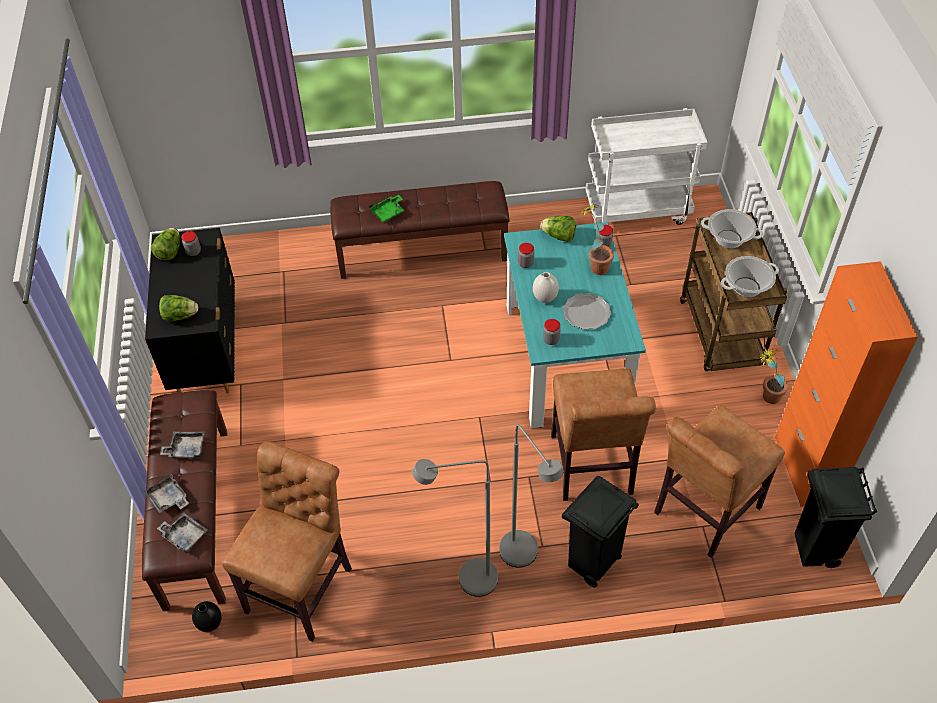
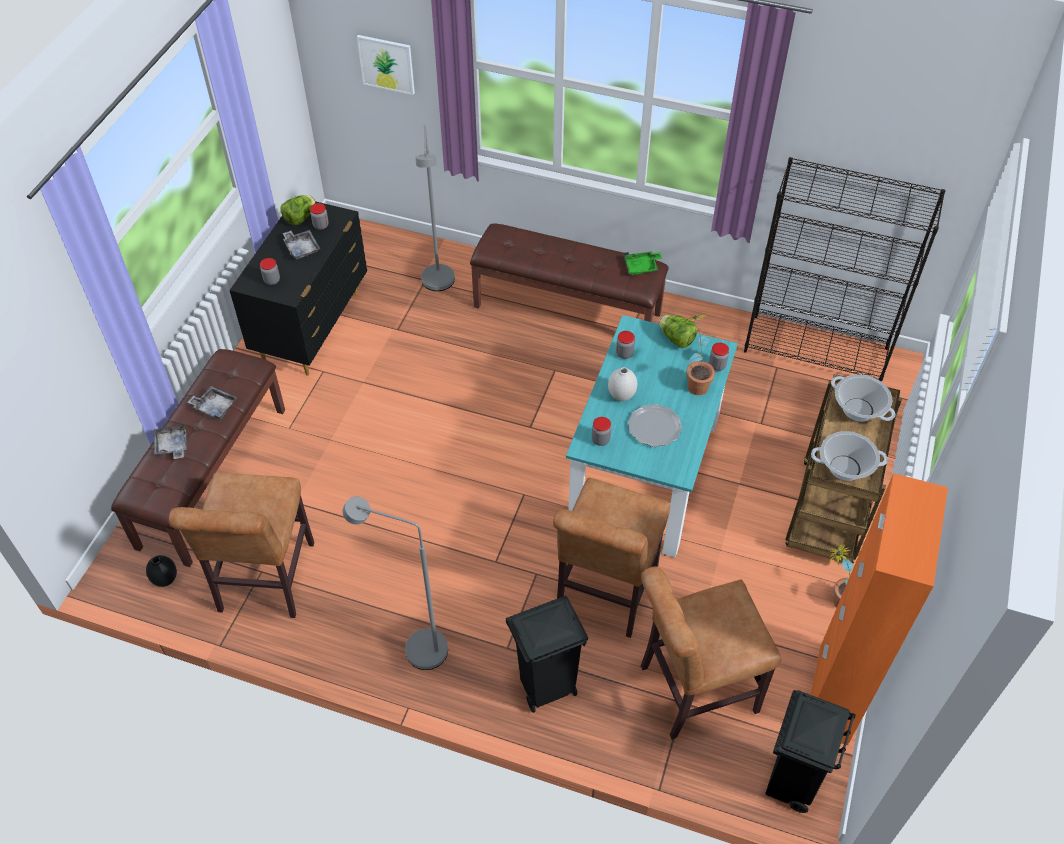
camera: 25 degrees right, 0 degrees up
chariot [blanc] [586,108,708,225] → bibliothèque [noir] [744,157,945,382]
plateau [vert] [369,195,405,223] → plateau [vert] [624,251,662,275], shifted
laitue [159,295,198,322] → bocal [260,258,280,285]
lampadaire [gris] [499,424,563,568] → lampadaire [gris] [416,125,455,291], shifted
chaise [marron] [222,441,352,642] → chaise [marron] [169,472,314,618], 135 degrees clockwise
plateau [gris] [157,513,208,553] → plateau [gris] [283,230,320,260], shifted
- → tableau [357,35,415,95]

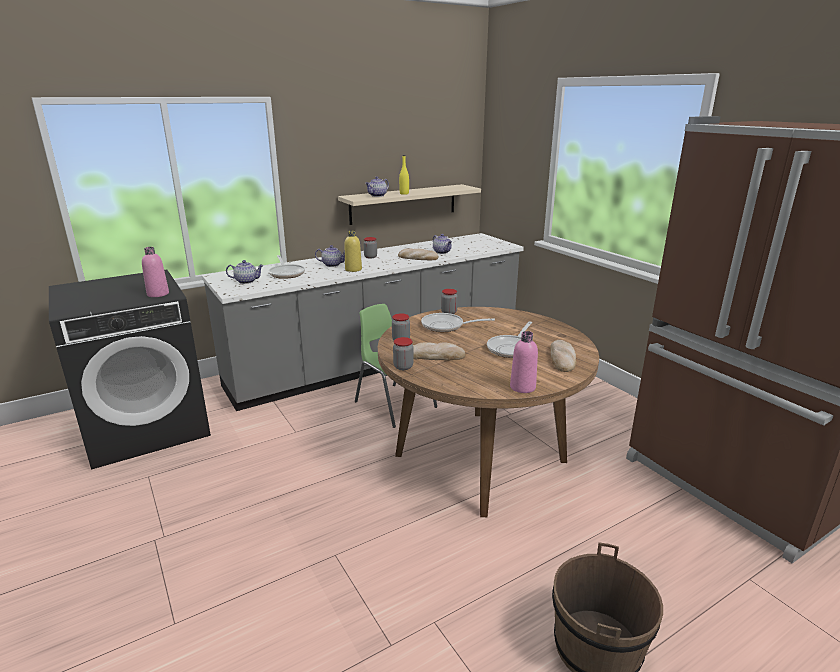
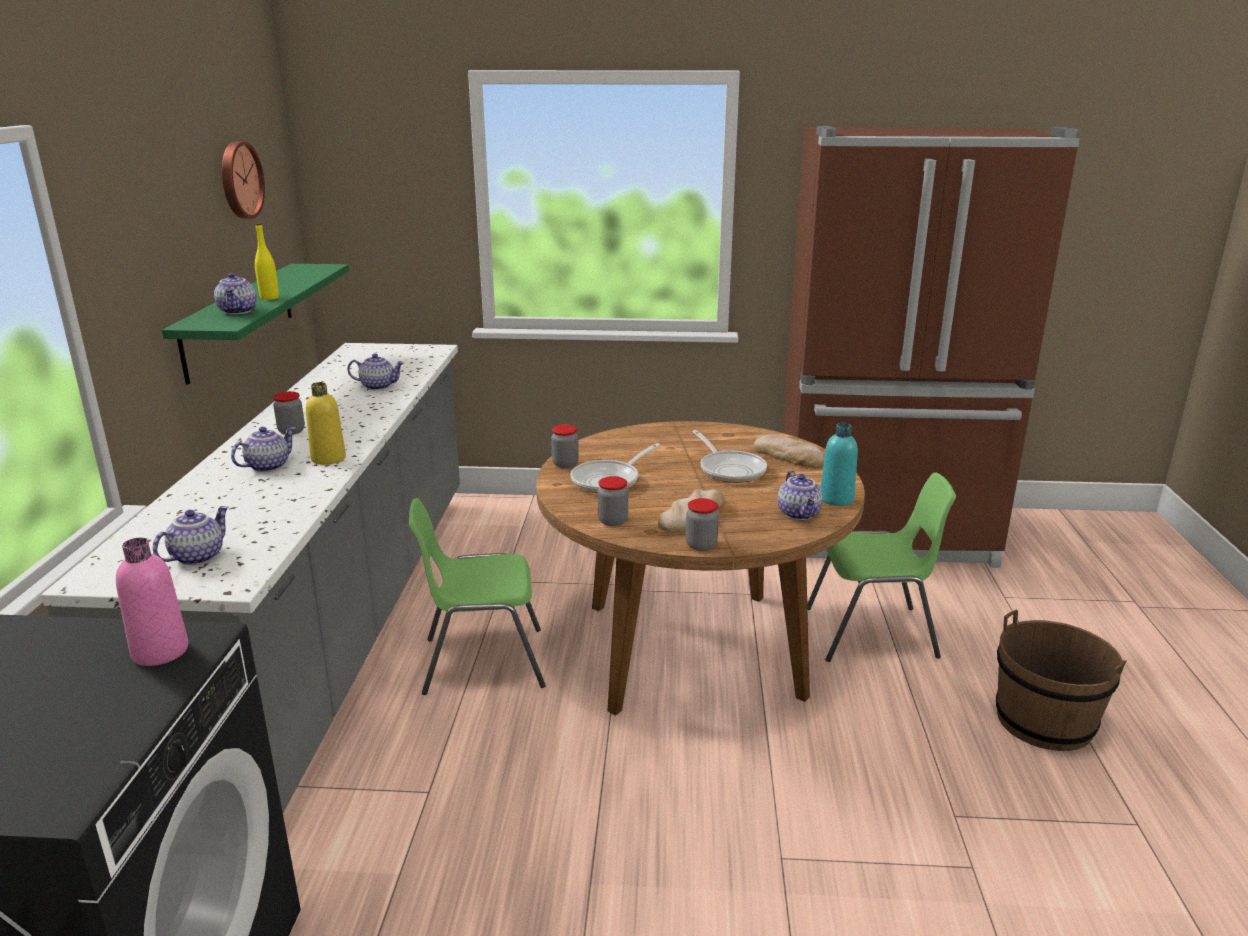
camera: 55 degrees left, 0 degrees up
étagère [beige] [338,184,481,225] → étagère [vert] [162,264,349,385]
pain [398,248,439,260] → -
poêle [269,255,305,279] → -
bouteille [rose] [510,331,538,393] → bouteille [turquoise] [820,423,858,506]
- → horloge murale [222,141,265,219]
- → théière [778,471,823,520]
- → chaise [vert] [807,472,956,662]

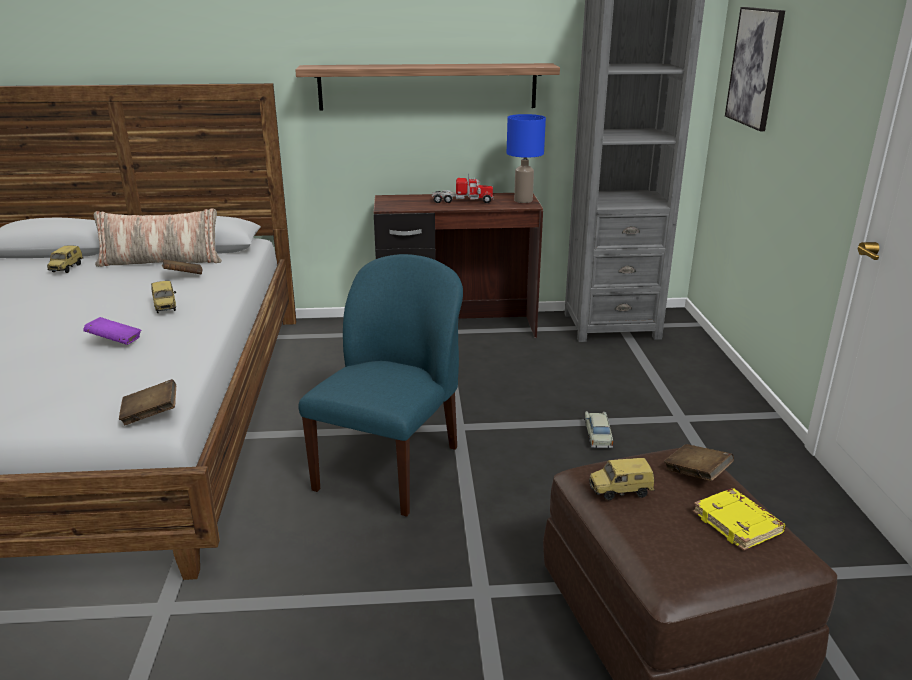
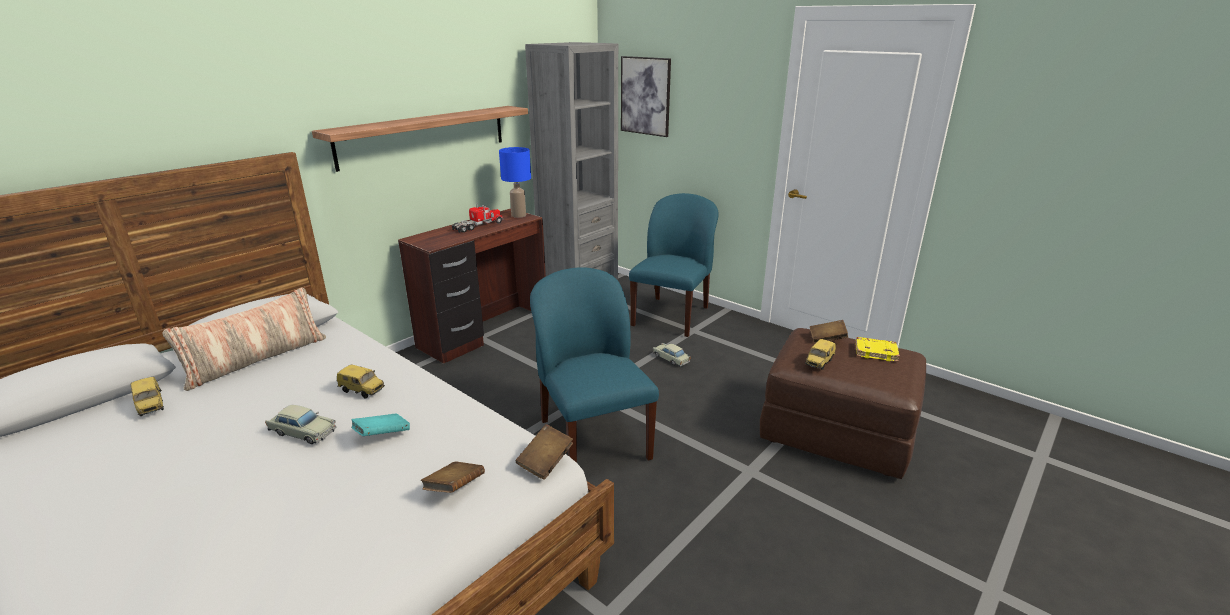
camera: 45 degrees left, 0 degrees up
livre [marron] [162,259,203,274] → livre [marron] [421,462,485,493], shifted
livre [violet] [83,317,141,345] → livre [turquoise] [351,414,410,436]
- → chaise [bleu] [629,193,718,337]
- → petite voiture [beige] [265,405,336,444]

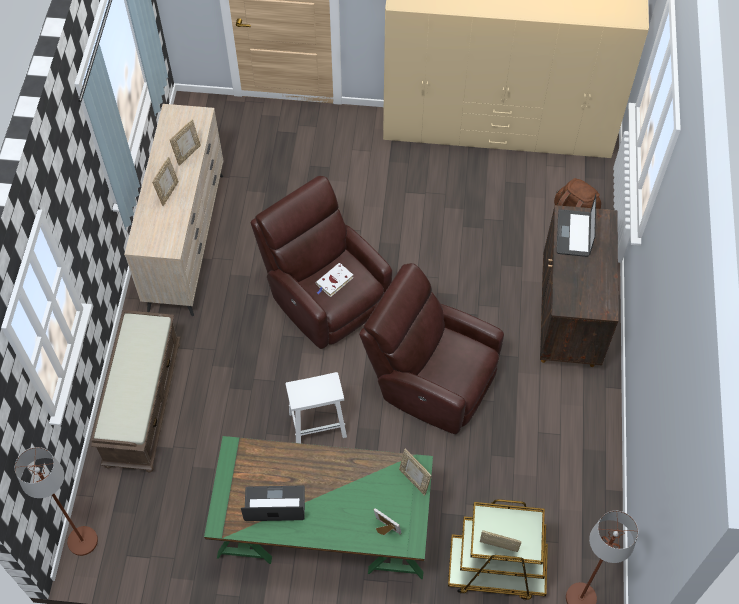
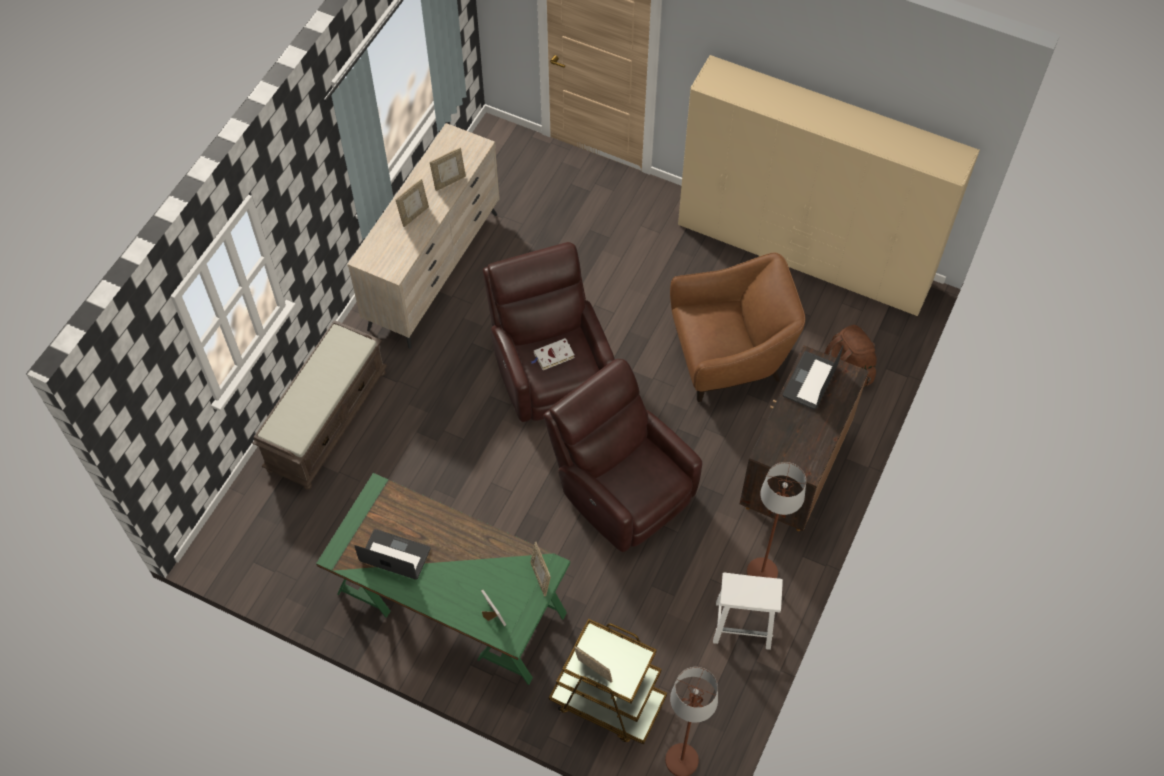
camera: 20 degrees right, 0 degrees up
tabouret [blanc] [285,372,347,443] → tabouret [blanc] [713,573,783,650], shifted
lampadaire [marron] [15,447,98,556] → lampadaire [marron] [747,462,806,578], shifted
- → fauteuil [marron] [670,253,805,402]

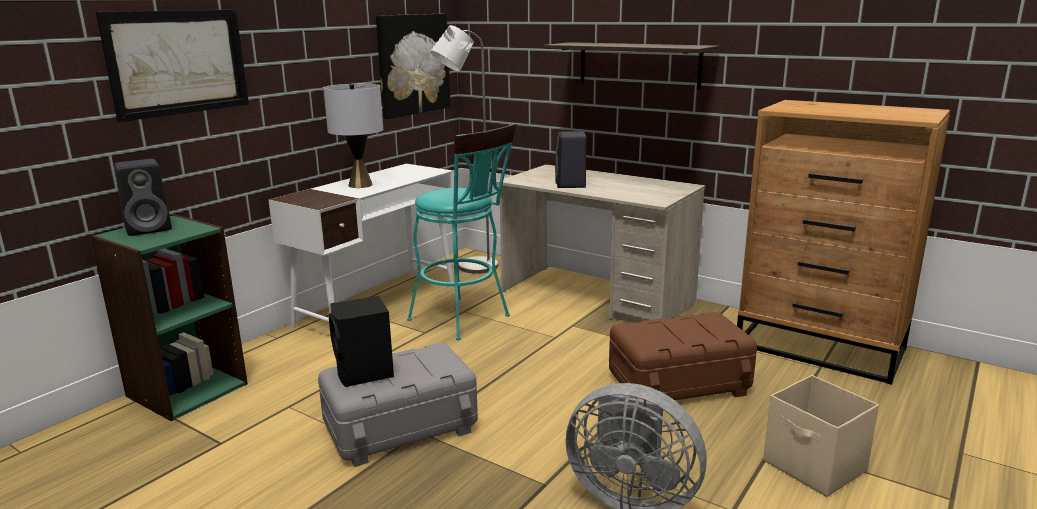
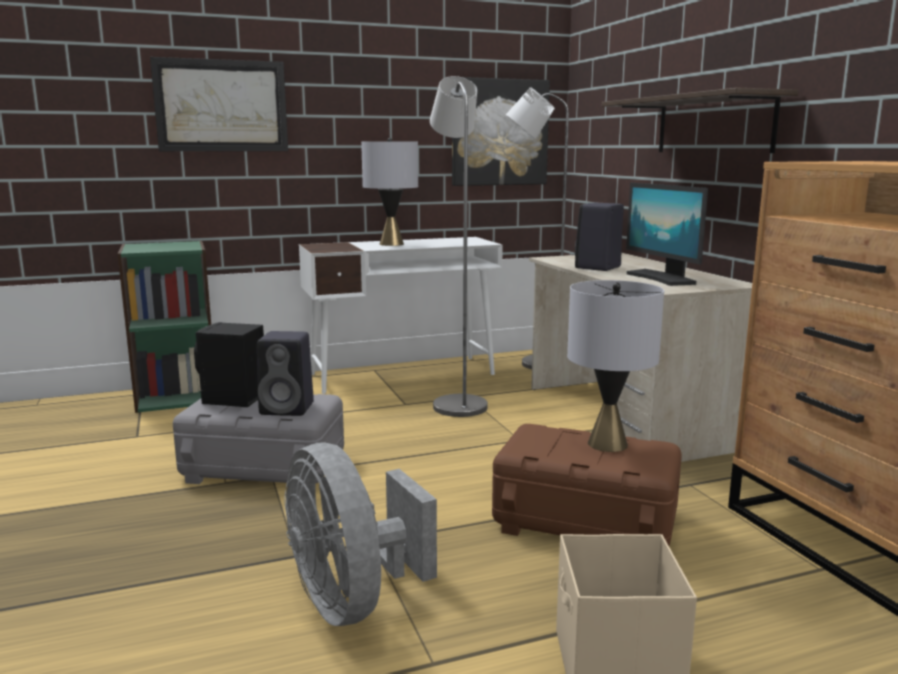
camera: 35 degrees right, 5 degrees down
tabouret [turquoise] [407,124,516,340] → lampadaire [gris] [430,76,488,417]
enceinte [noir] [114,159,172,236] → enceinte [noir] [257,331,314,416], shifted
- → écran d'ordinateur [626,183,708,286]
- → lampe de table [gris] [567,280,664,452]

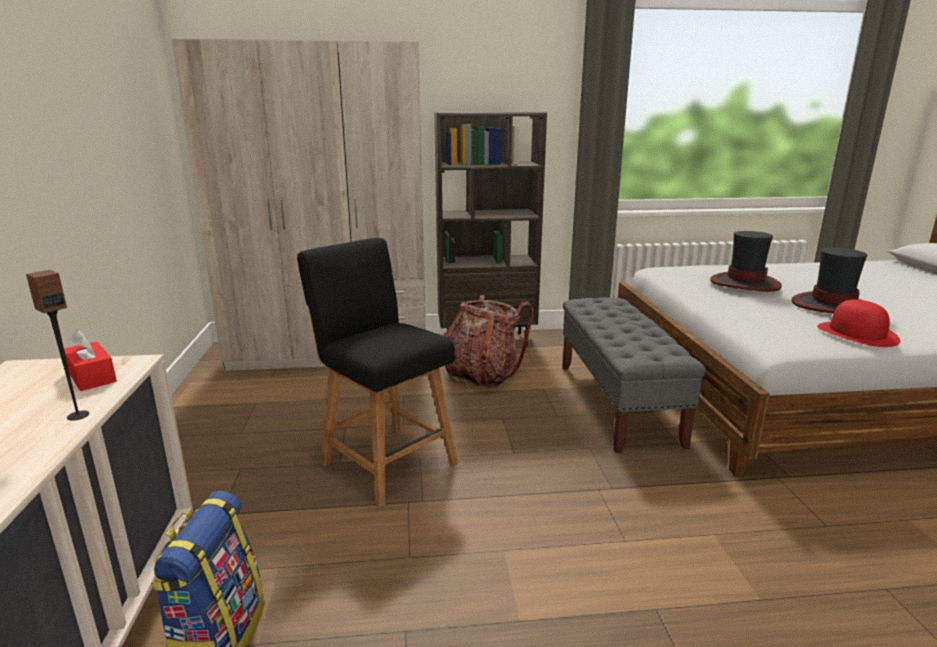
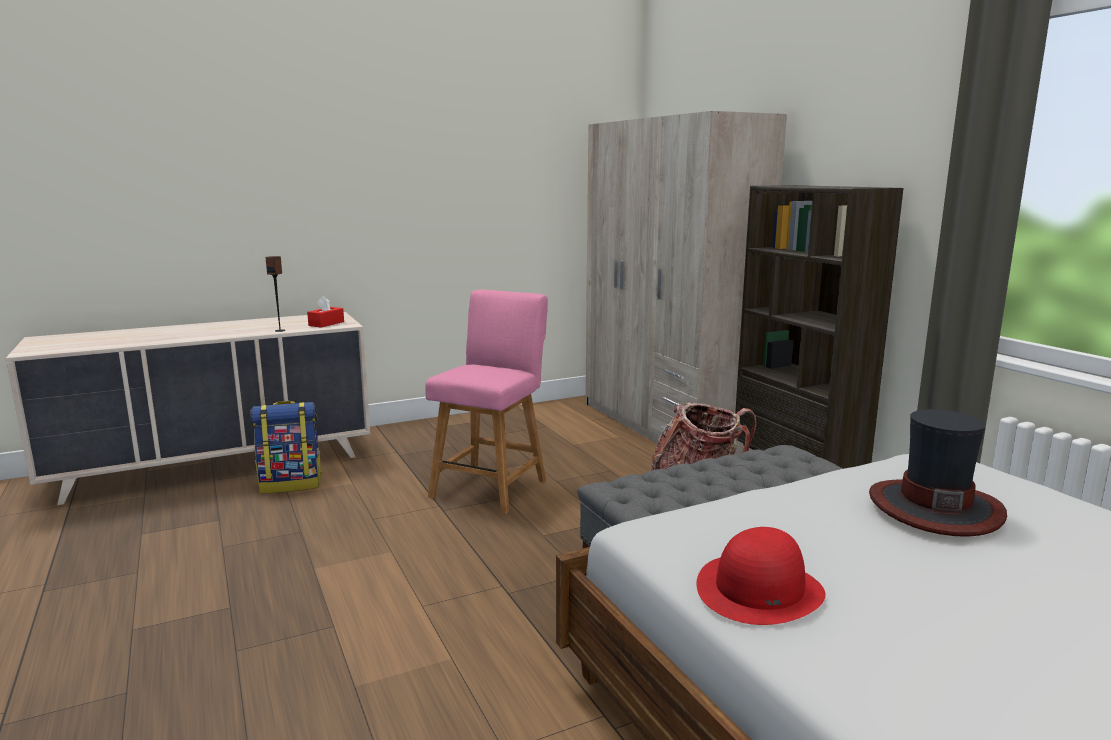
camera: 70 degrees right, 5 degrees down
chaise [noir] [297,238,458,507] → chaise [rose] [425,290,548,514]
chapeau [792,248,867,314] → -

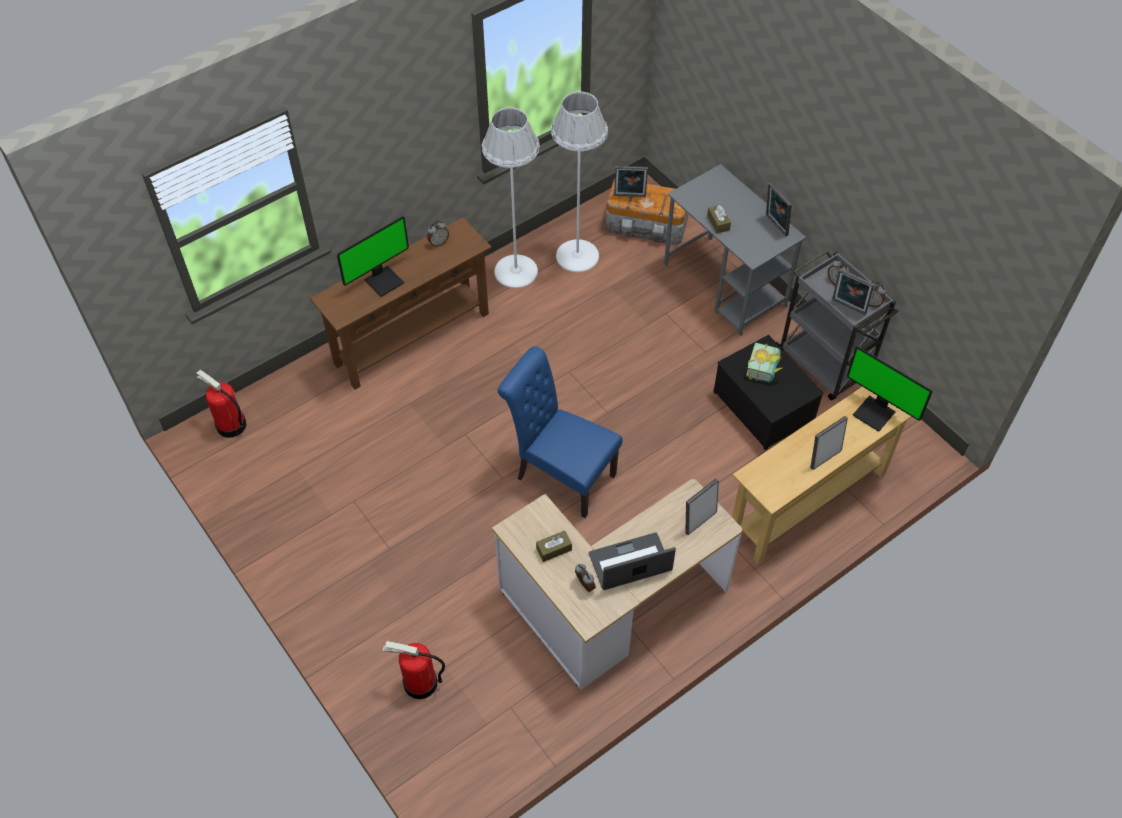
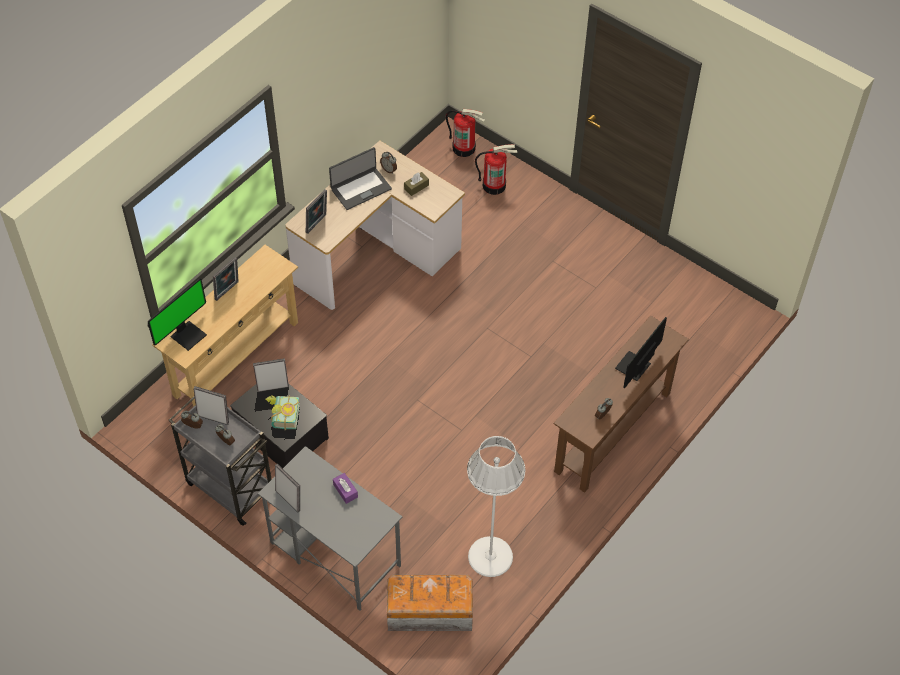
camera: 165 degrees right, 0 degrees up
lampadaire [blanc] [482,107,539,288] → -
cadre photo [614,166,648,197] → cadre photo [253,358,289,392], shifted
boîte à mouchoirs [marron] [707,205,731,233] → boîte à mouchoirs [violet] [333,473,358,504]
chaise [bleu] [497,346,622,518] → -
écran d'ordinateur [847,347,932,432] → écran d'ordinateur [148,278,207,351], 105 degrees clockwise
extincteur [196,370,246,438] → extincteur [446,109,485,157], shifted

